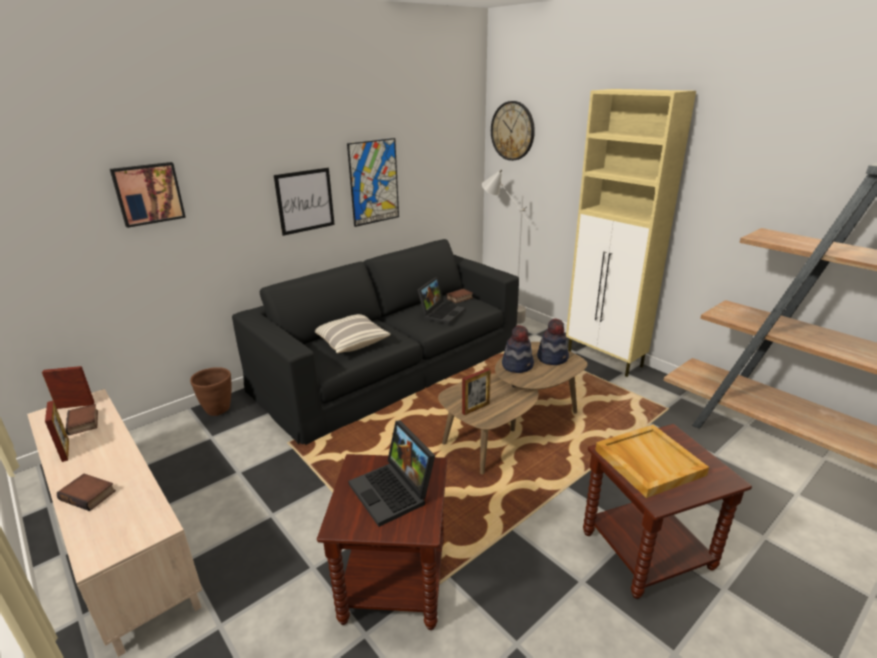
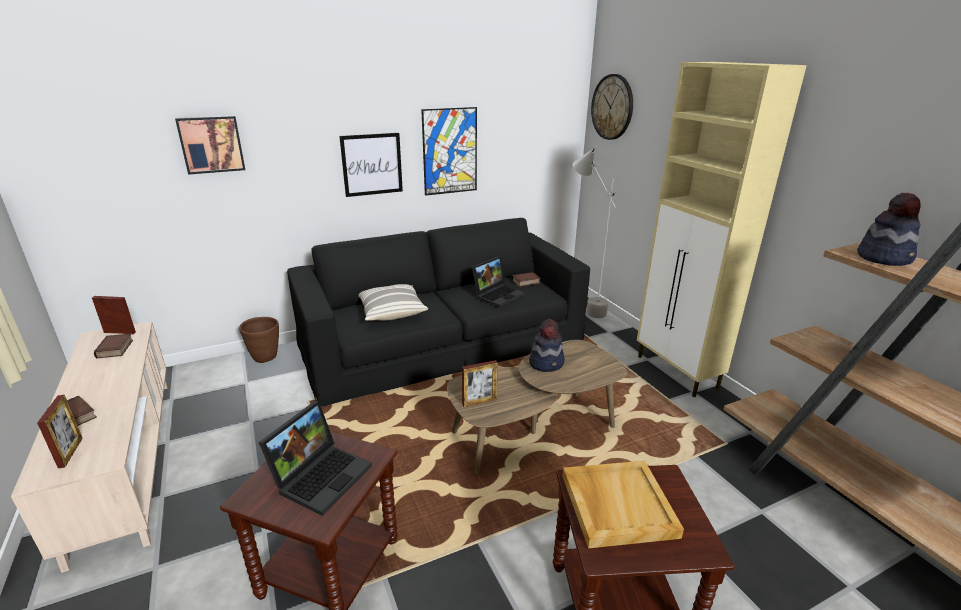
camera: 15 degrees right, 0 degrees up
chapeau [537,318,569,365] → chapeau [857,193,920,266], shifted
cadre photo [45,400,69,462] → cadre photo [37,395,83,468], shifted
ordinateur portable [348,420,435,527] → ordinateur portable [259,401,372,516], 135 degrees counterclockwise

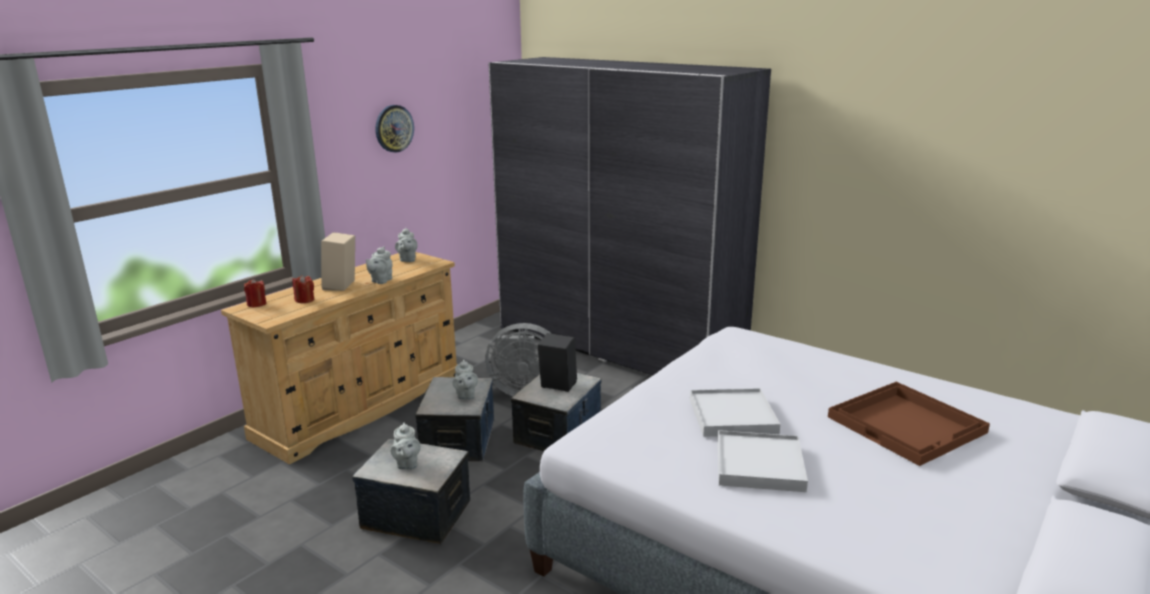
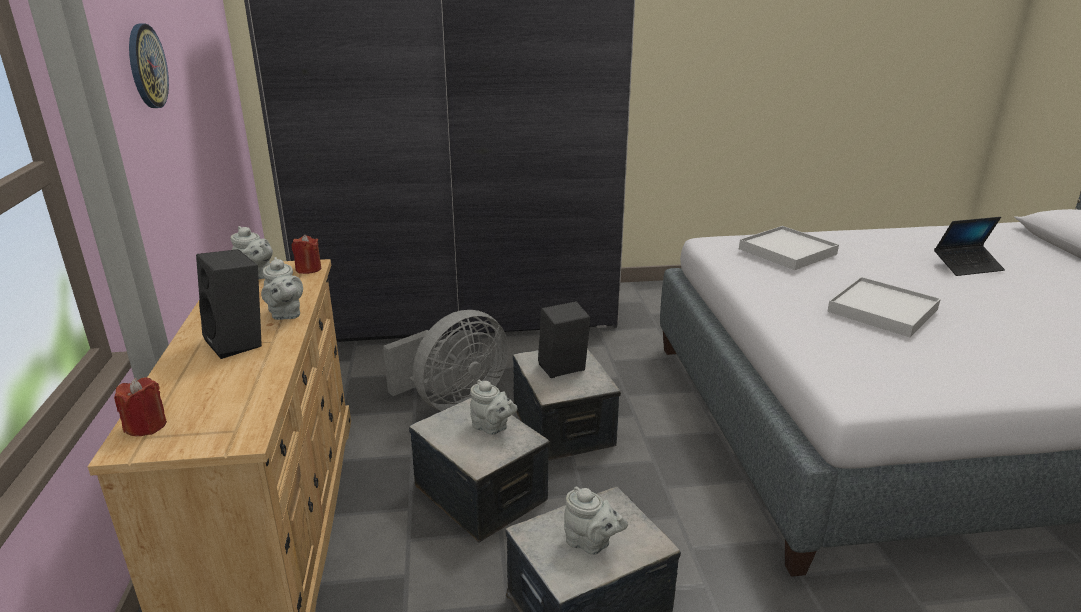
camera: 45 degrees left, 5 degrees up
enceinte [beige] [321,232,355,291] → enceinte [noir] [196,249,262,359]
bougie [rouge] [292,275,314,303] → bougie [rouge] [291,235,321,274], shifted
plateau [marron] [828,382,990,466] → ordinateur portable [934,217,1005,276]
plateau [blanc] [717,430,808,492] → plateau [blanc] [739,226,839,270], shifted

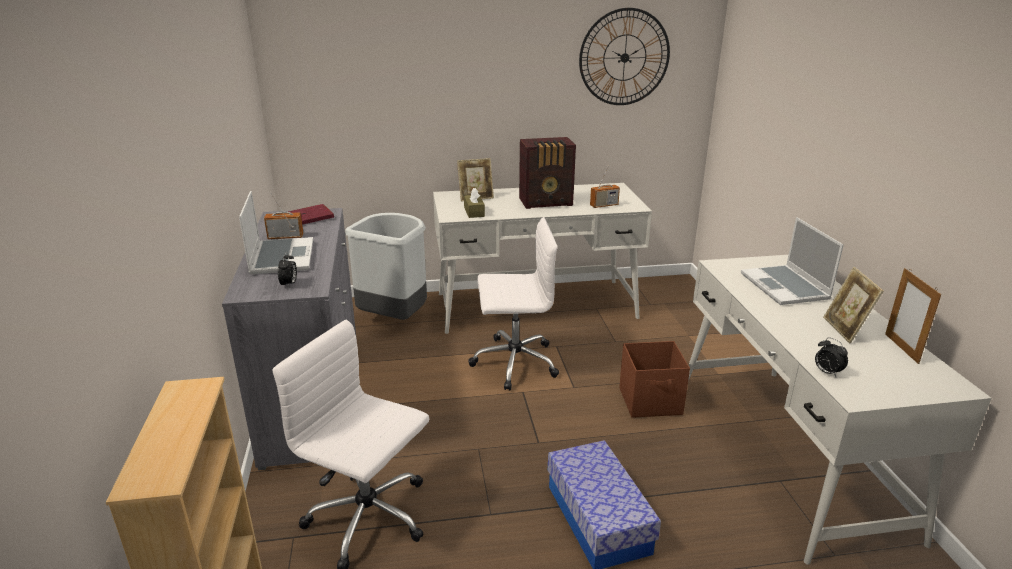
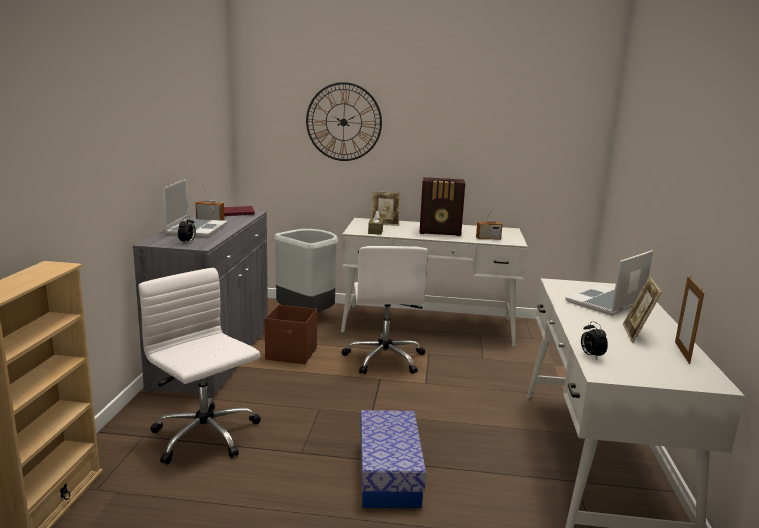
camera: 15 degrees right, 10 degrees down
horloge murale [579,8,670,105] → horloge murale [306,82,382,161], shifted
chaise de bureau [blanc] [468,217,559,390] → chaise de bureau [blanc] [341,246,428,374], 75 degrees clockwise
ordinateur portable [741,217,844,305] → ordinateur portable [565,250,653,316], 45 degrees clockwise
boîte de rangement [marron] [619,341,690,418] → boîte de rangement [marron] [265,305,317,364], shifted

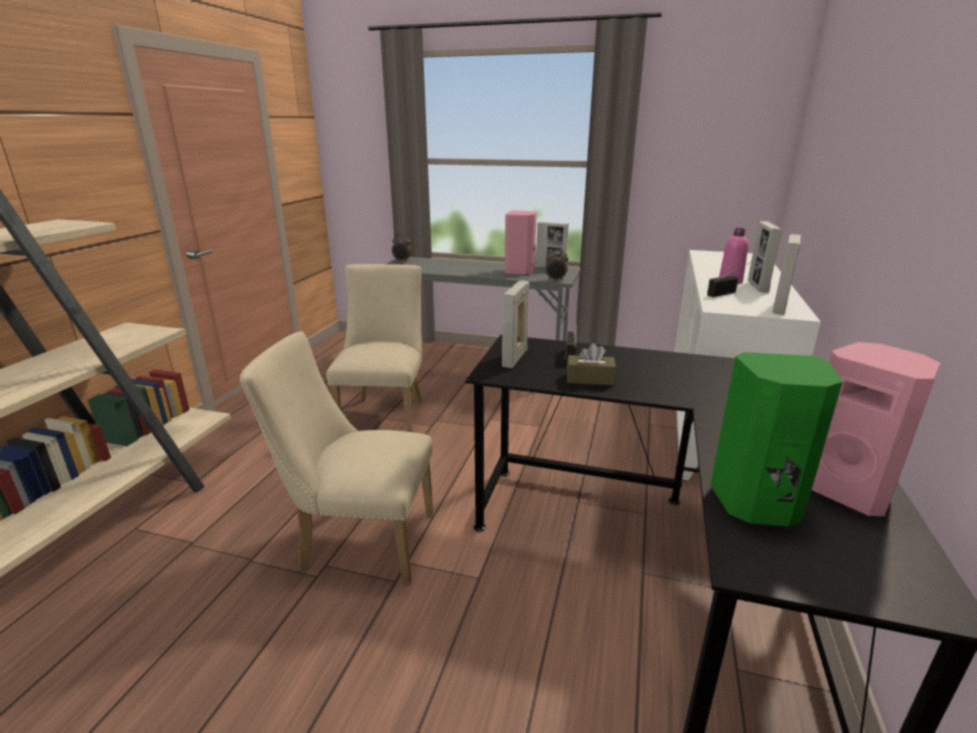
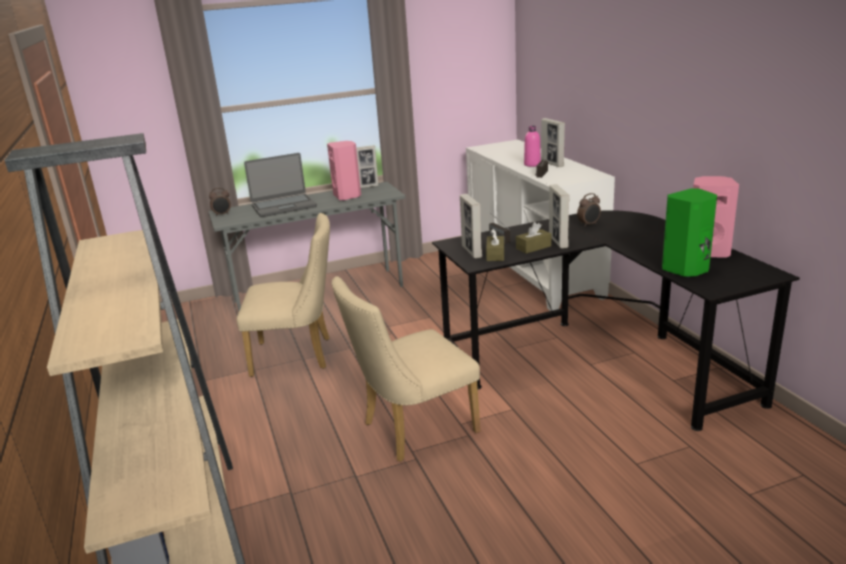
camera: 35 degrees left, 0 degrees up
cadre photo [772,234,802,315] → cadre photo [549,184,570,248], shifted
réveil [545,250,568,281] → réveil [577,193,601,227], shifted
chaise [beige] [326,264,422,432] → chaise [beige] [237,213,330,377], 120 degrees clockwise
- → ordinateur portable [244,153,317,217]
- → boîte à mouchoirs [marron] [486,229,504,261]

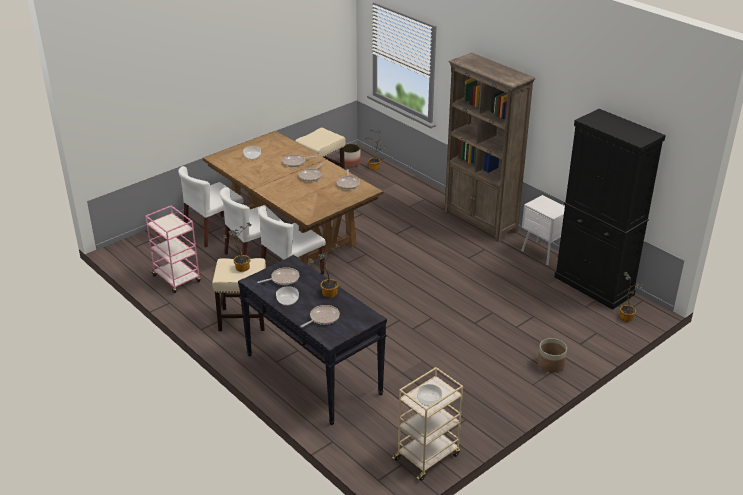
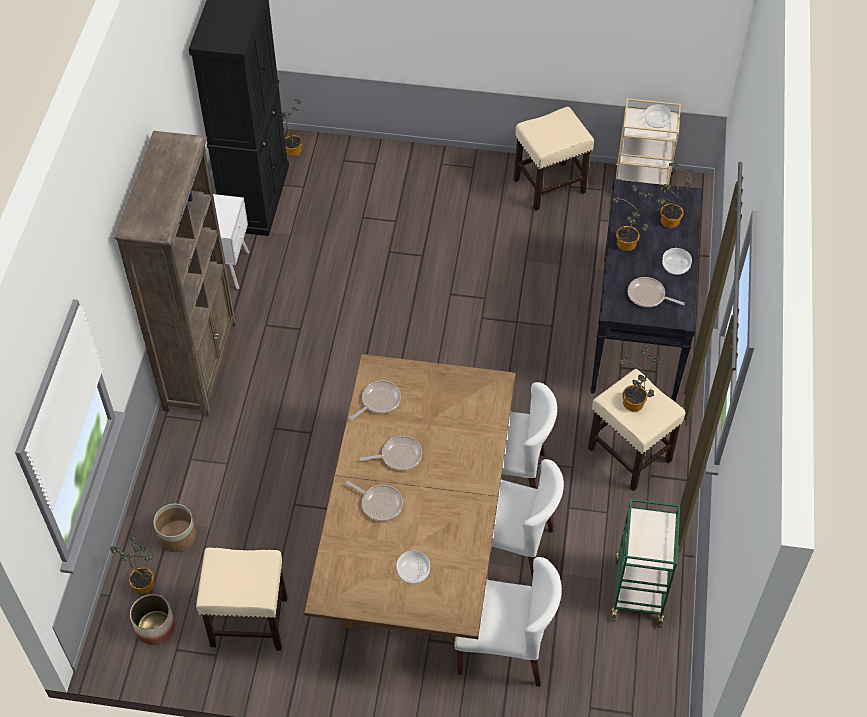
camera: 130 degrees left, 20 degrees up
chariot [rose] [145,206,201,293] → chariot [vert] [611,499,680,628]
poêle [300,305,340,327] → plante en pot [656,163,693,228]
cache-pot [538,338,567,373] → cache-pot [153,504,196,552], shifted
- → tabouret [beige] [514,107,594,211]

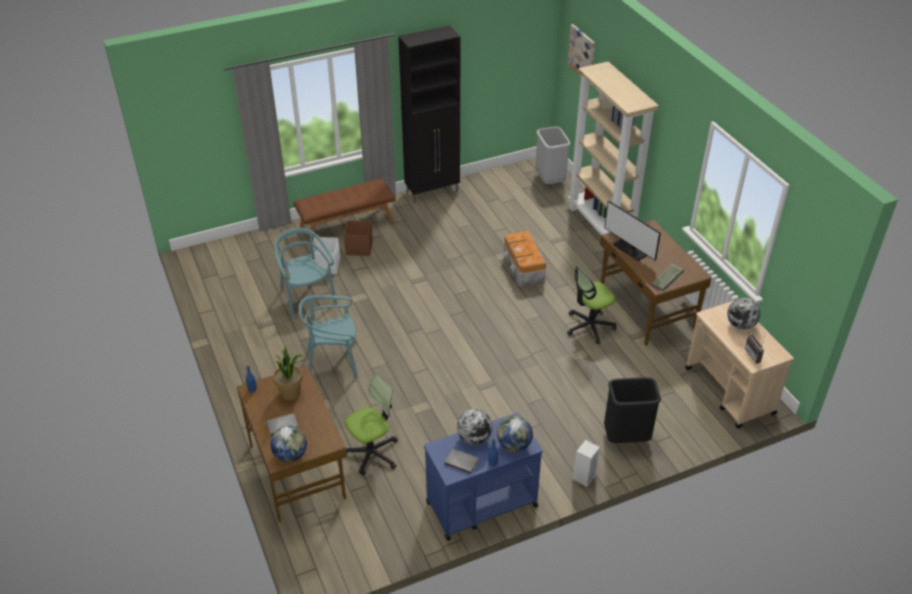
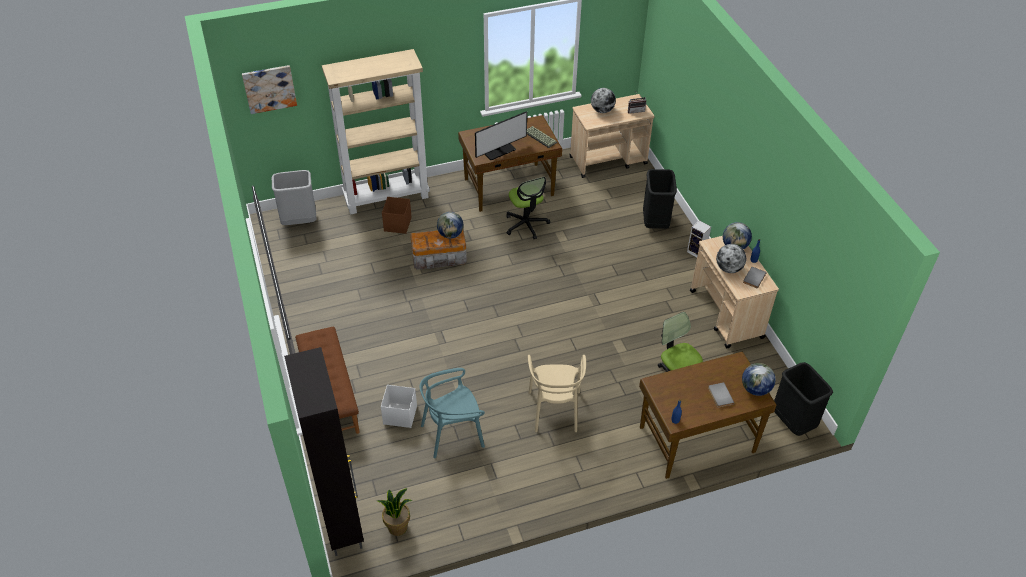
camera: 85 degrees left, 5 degrees up
meuble de rangement [noir] [398,25,461,203] → meuble de rangement [noir] [284,347,364,556], shifted
boîte de rangement [marron] [344,220,373,256] → boîte de rangement [marron] [382,197,412,234], shifted
chaise [turquoise] [299,295,358,378] → chaise [beige] [528,355,586,432]
plante en pot [273,345,303,401] → plante en pot [377,488,413,536], shifted
chariot [bleu] [424,413,543,541] → chariot [beige] [690,236,779,348]
- → globe [437,212,464,239]
- → poubelle [noir] [774,362,833,436]

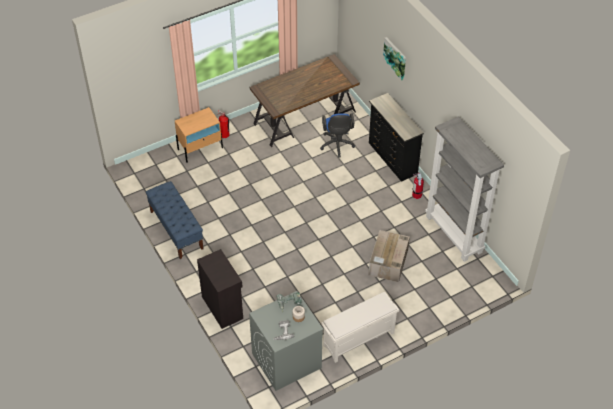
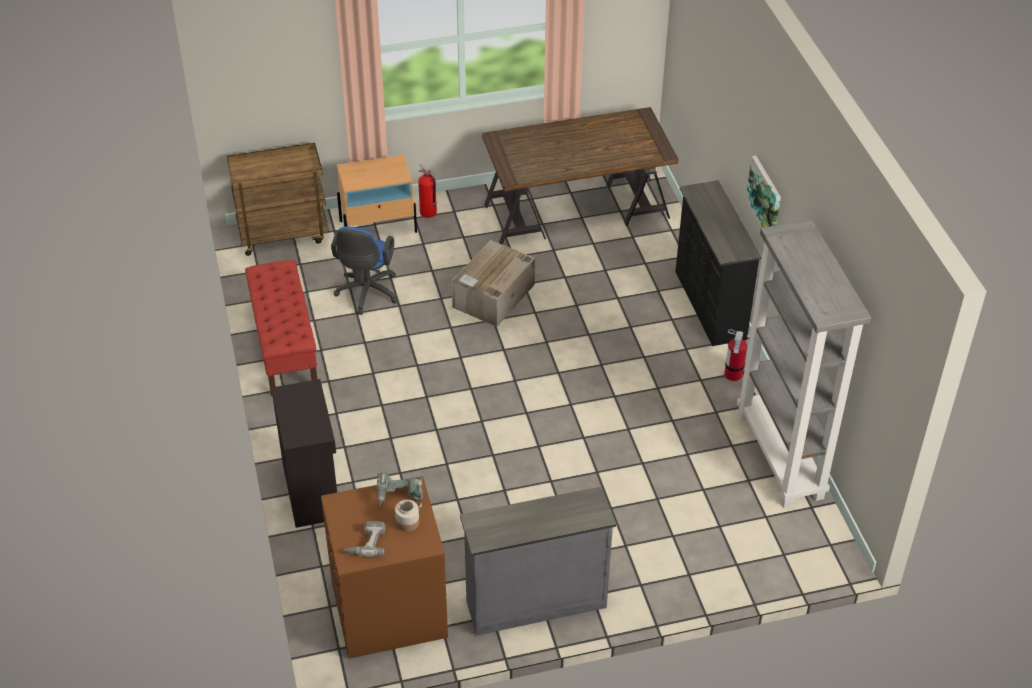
camera: 15 degrees right, 5 degrees down
tableau [383,37,406,81] → tableau [746,156,781,228], shifted
chaise de bureau [bleu] [320,114,355,158] → chaise de bureau [bleu] [331,227,398,315], shifted
banc [bleu] [146,181,204,259] → banc [rouge] [245,260,317,396]
carton [369,230,410,282] → carton [451,240,535,327], shifted
lave-linge [gris] [249,291,323,391] → lave-linge [marron] [321,476,448,659]
étagère à chaussures [blanc] [321,292,399,363] → commode [gris] [460,487,616,636]
- → chariot [marron] [226,143,329,256]

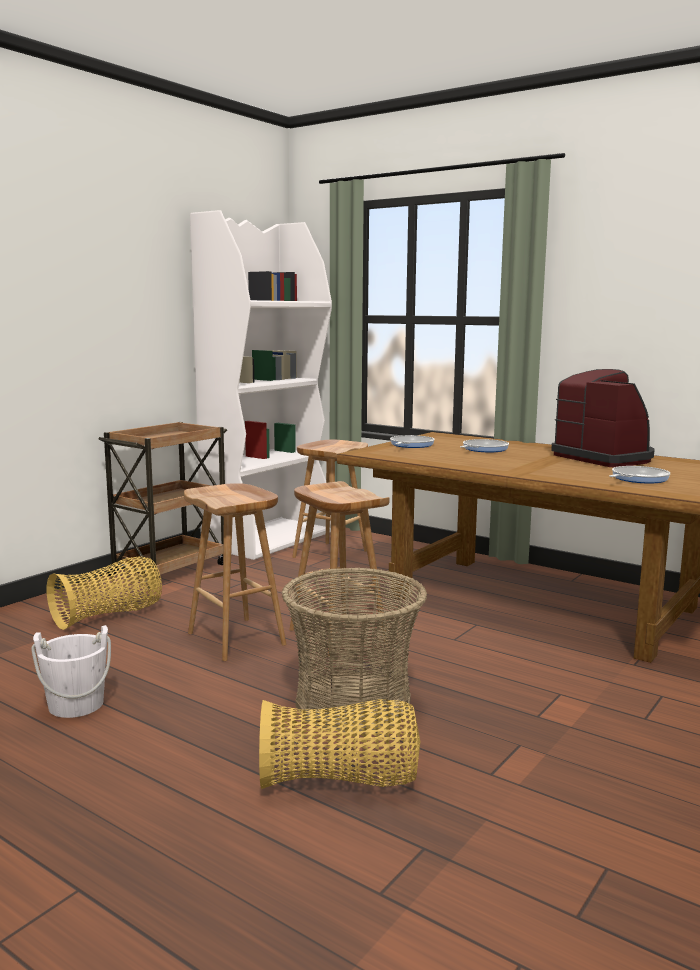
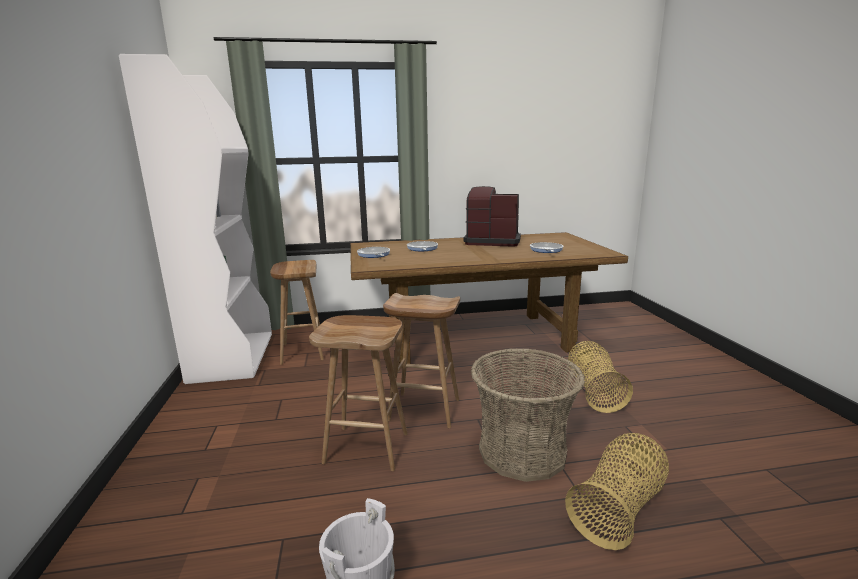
camera: 45 degrees left, 5 degrees up
chariot [marron] [99,422,227,588] → -
panier [47,556,162,630] → panier [568,341,633,413], shifted

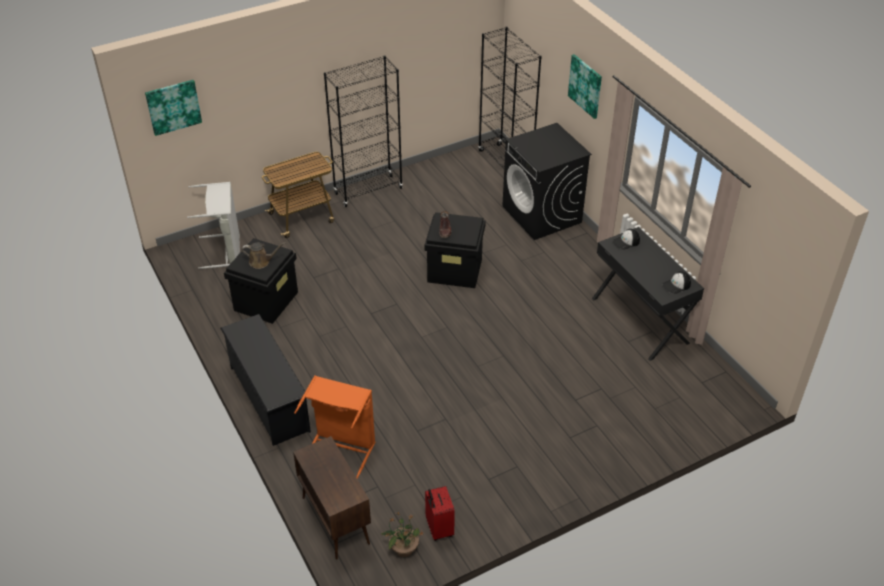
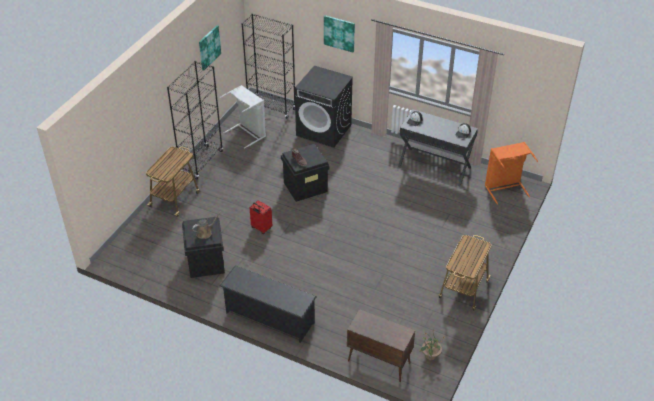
camera: 35 degrees left, 0 degrees up
tableau [145,80,202,136] → tableau [199,25,221,70], shifted
panier à linge [gris] [187,182,240,269] → panier à linge [gris] [220,85,266,148], shifted
panier à linge [orange] [294,375,375,479] → panier à linge [orange] [485,142,538,205], shifted
valise [rouge] [425,486,455,541] → valise [rouge] [250,200,272,234], shifted
- → chariot [439,235,491,311]

